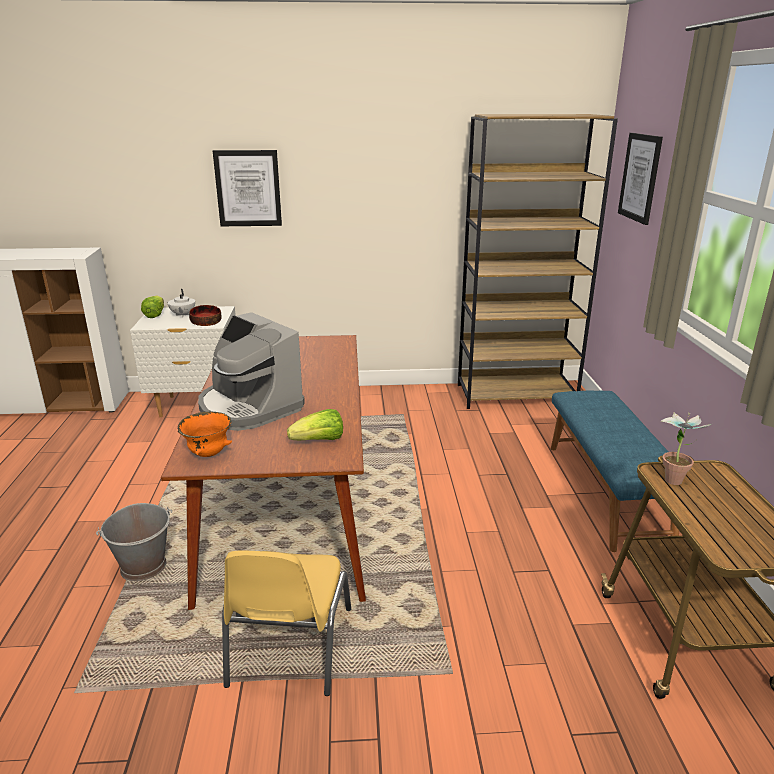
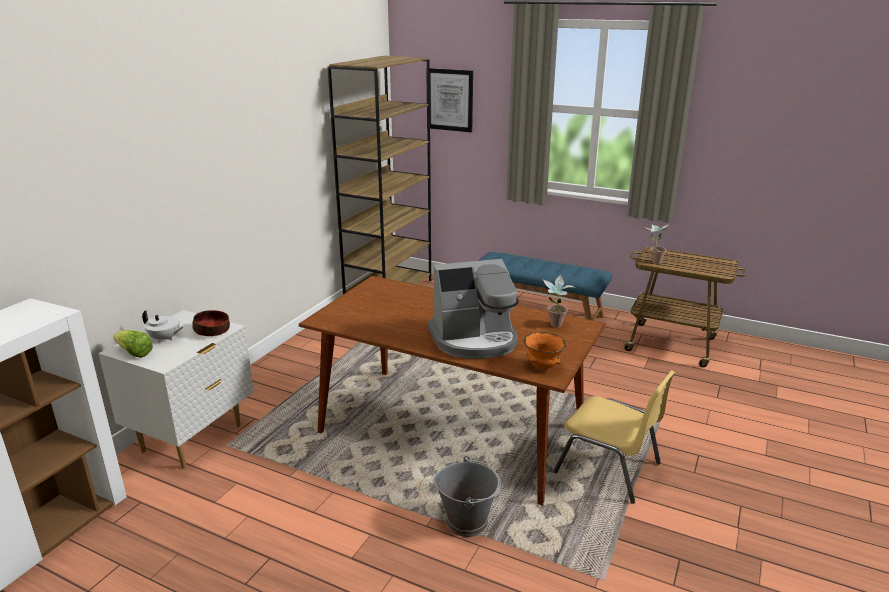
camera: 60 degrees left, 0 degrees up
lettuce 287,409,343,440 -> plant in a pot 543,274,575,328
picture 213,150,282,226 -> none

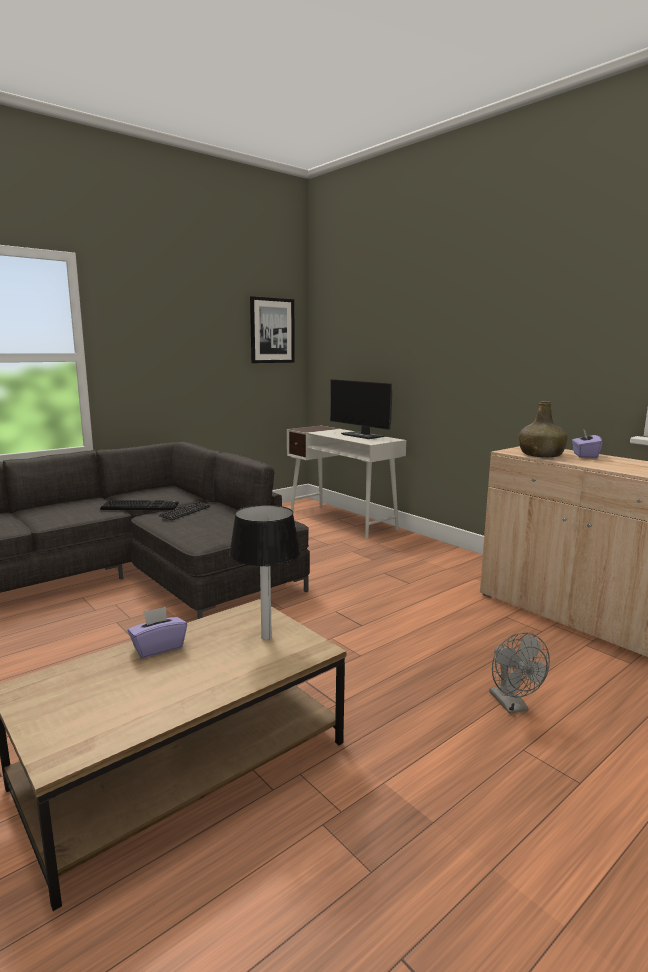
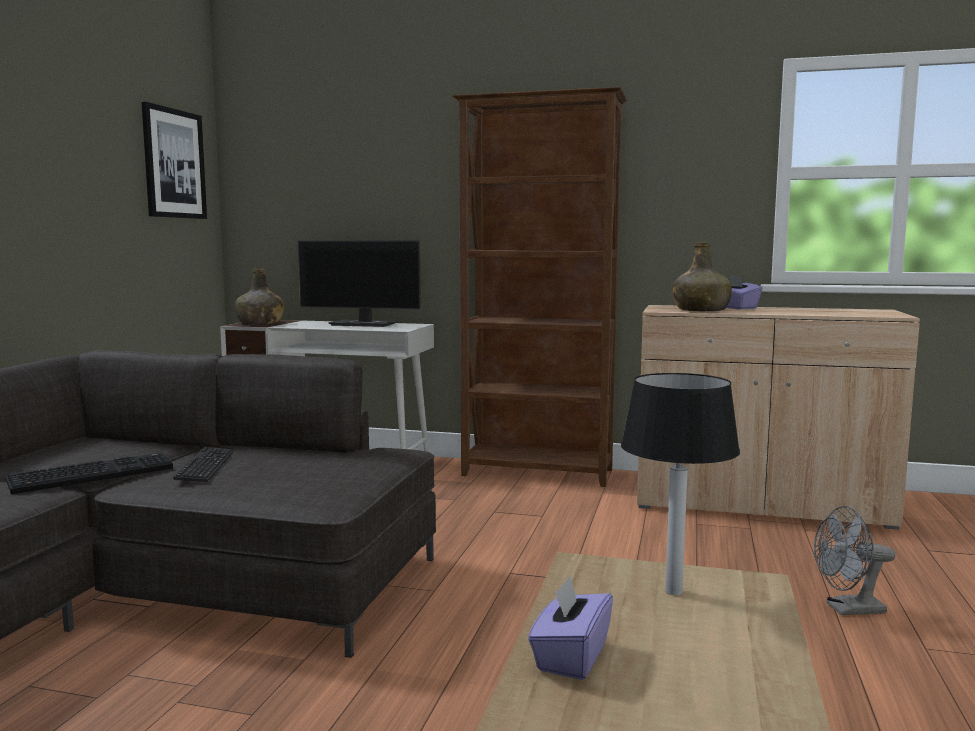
camera: 35 degrees left, 5 degrees down
none -> bottle (green) 235,269,284,325
none -> bookshelf (brown-coloured) 452,87,627,487
cooling fan (gray) 489,632,550,714 -> cooling fan (gray) 814,506,896,615, 135 degrees clockwise

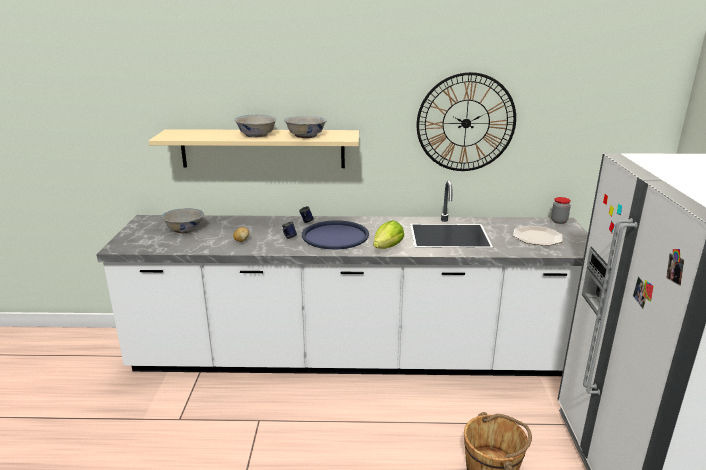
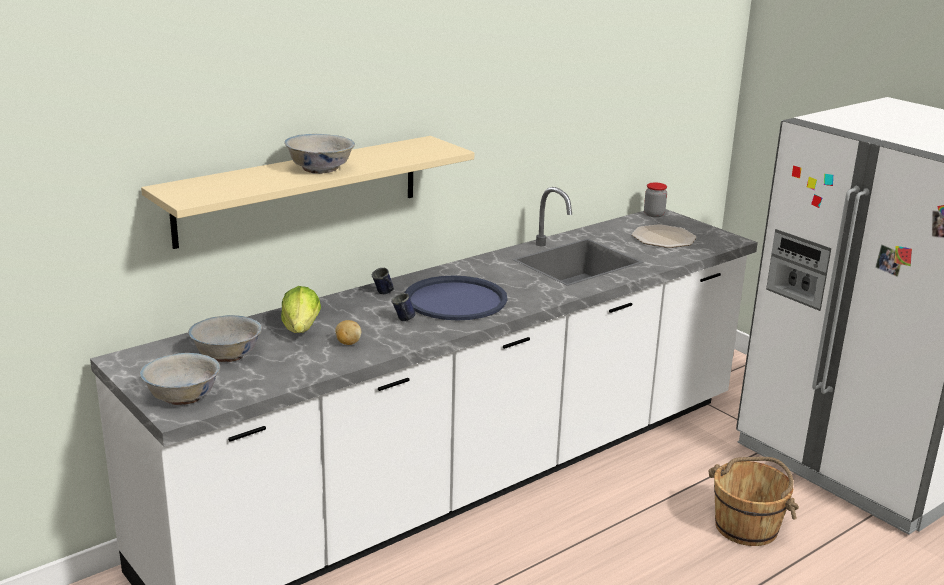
camera: 40 degrees left, 0 degrees up
serving bowl (white) 284,116,327,138 -> serving bowl (white) 140,353,220,405, shifted
lettuce 373,220,404,249 -> lettuce 281,286,321,333, shifted
wall clock 417,72,516,171 -> none

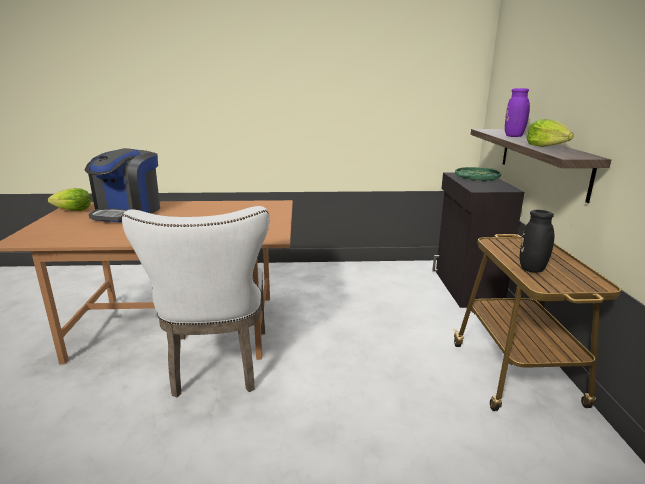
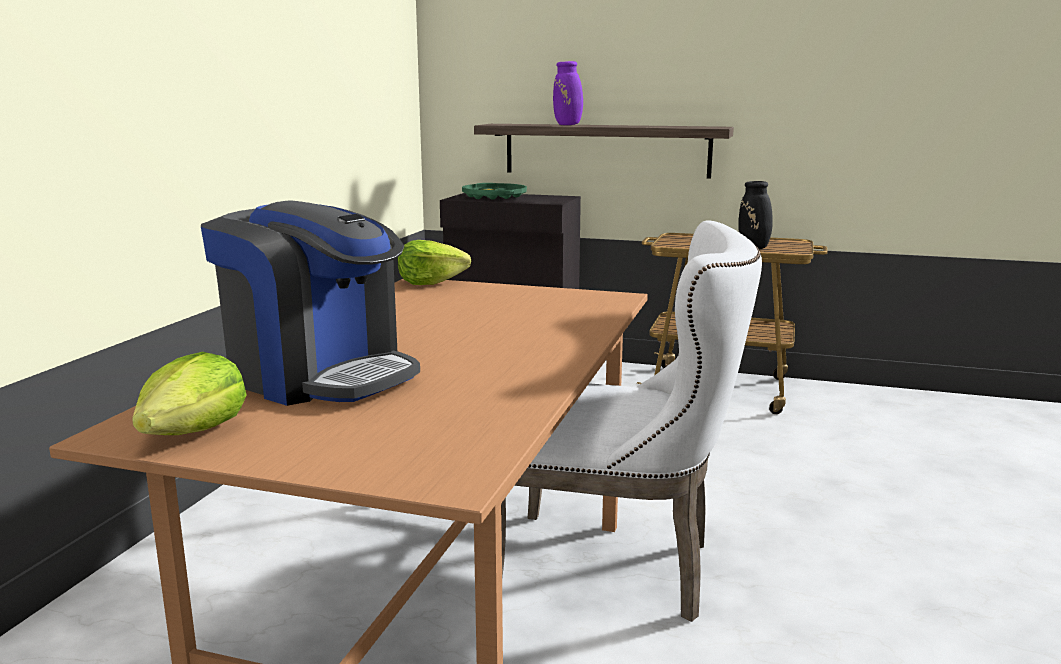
camera: 70 degrees left, 5 degrees down
lettuce 526,119,574,147 -> lettuce 398,240,471,285, shifted

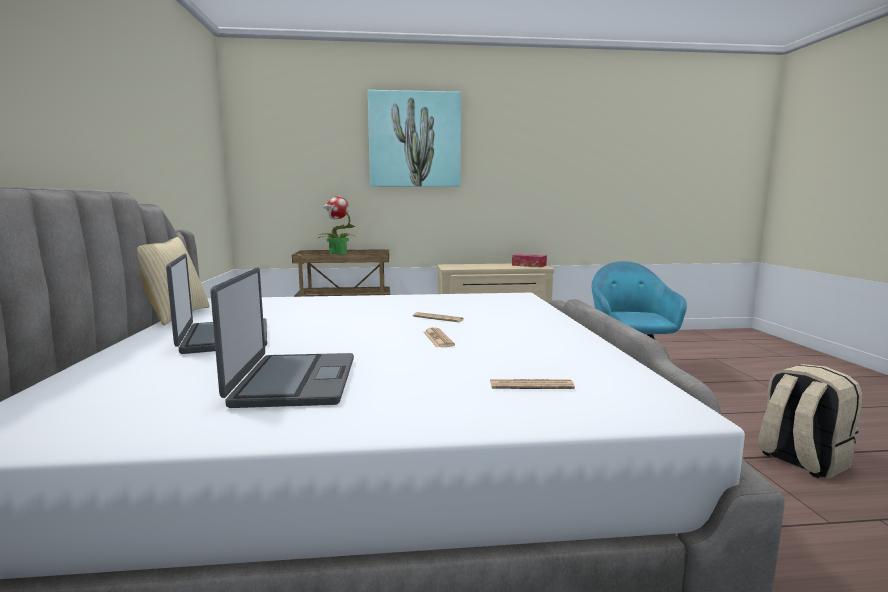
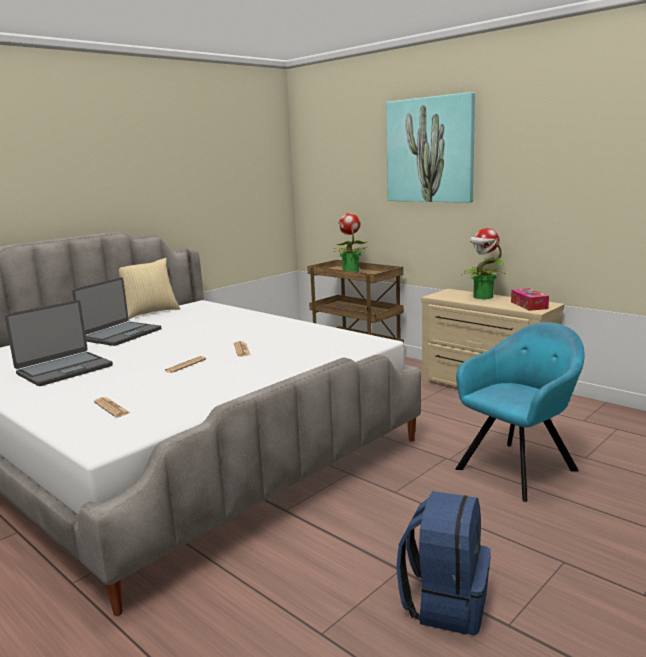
camera: 50 degrees right, 5 degrees up
knapsack (sand-coloured) 758,364,862,479 -> knapsack (blue-coloured) 396,491,491,635
none -> plant in a pot 462,228,506,299

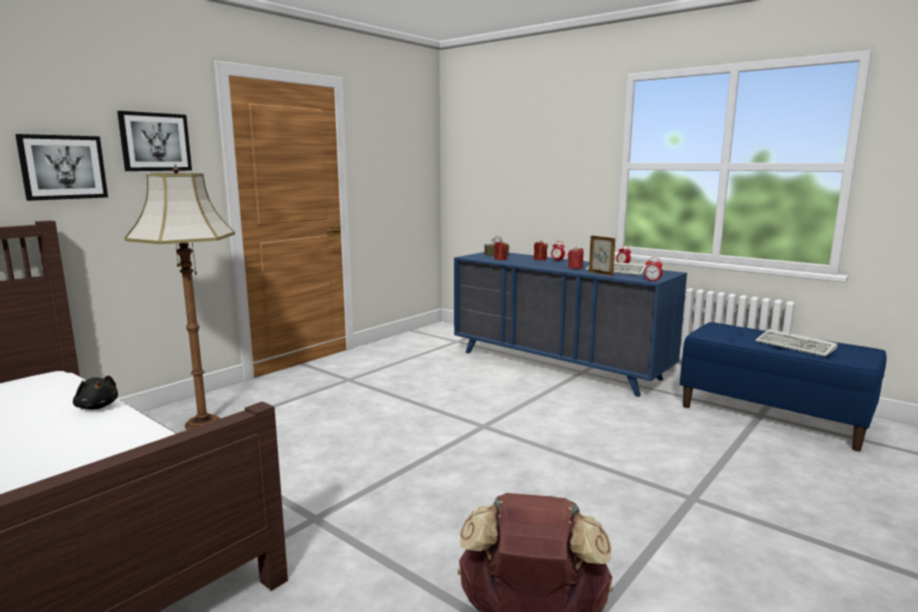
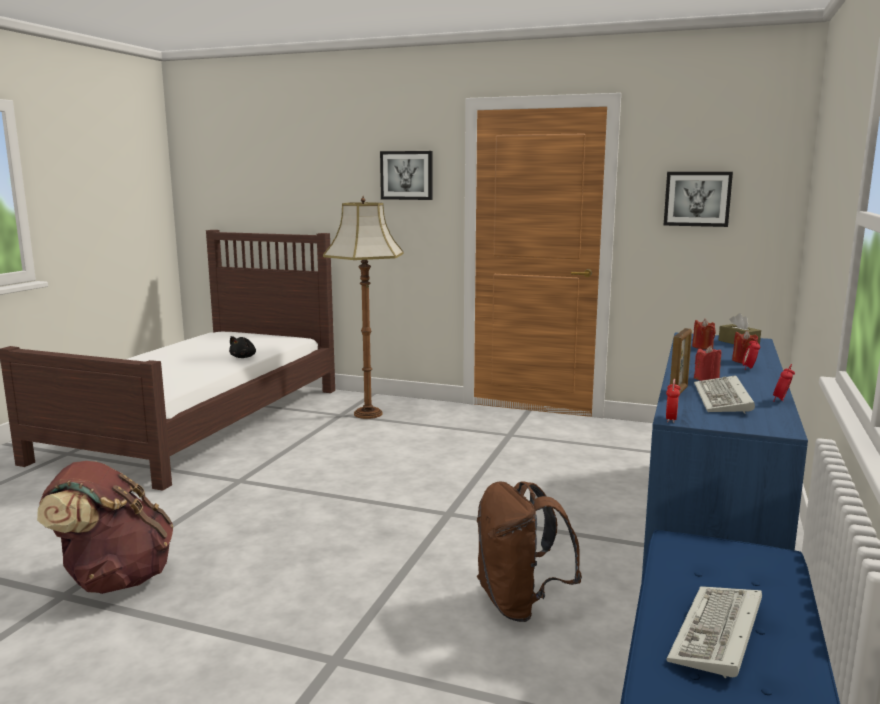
camera: 70 degrees right, 0 degrees up
none -> knapsack (brown-coloured) 477,481,582,622
picture 15,134,108,201 -> picture 663,172,733,227, shifted

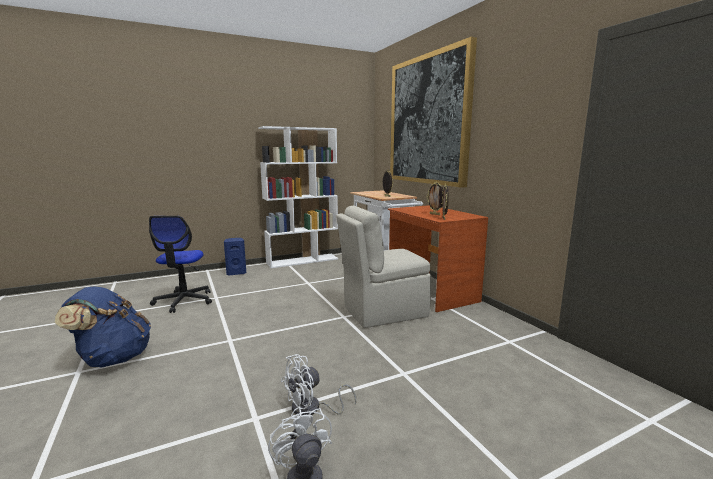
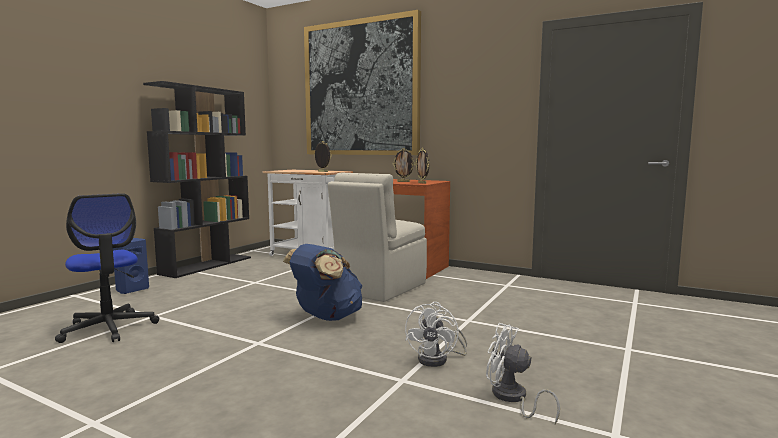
camera: 35 degrees left, 5 degrees down
bookshelf (white) 258,126,338,268 -> bookshelf (blackish) 143,81,251,278
knapsack (blue-coloured) 55,286,151,368 -> knapsack (blue-coloured) 283,244,362,321, shifted

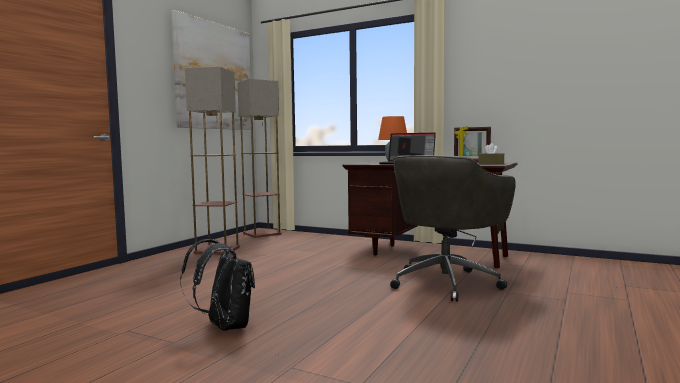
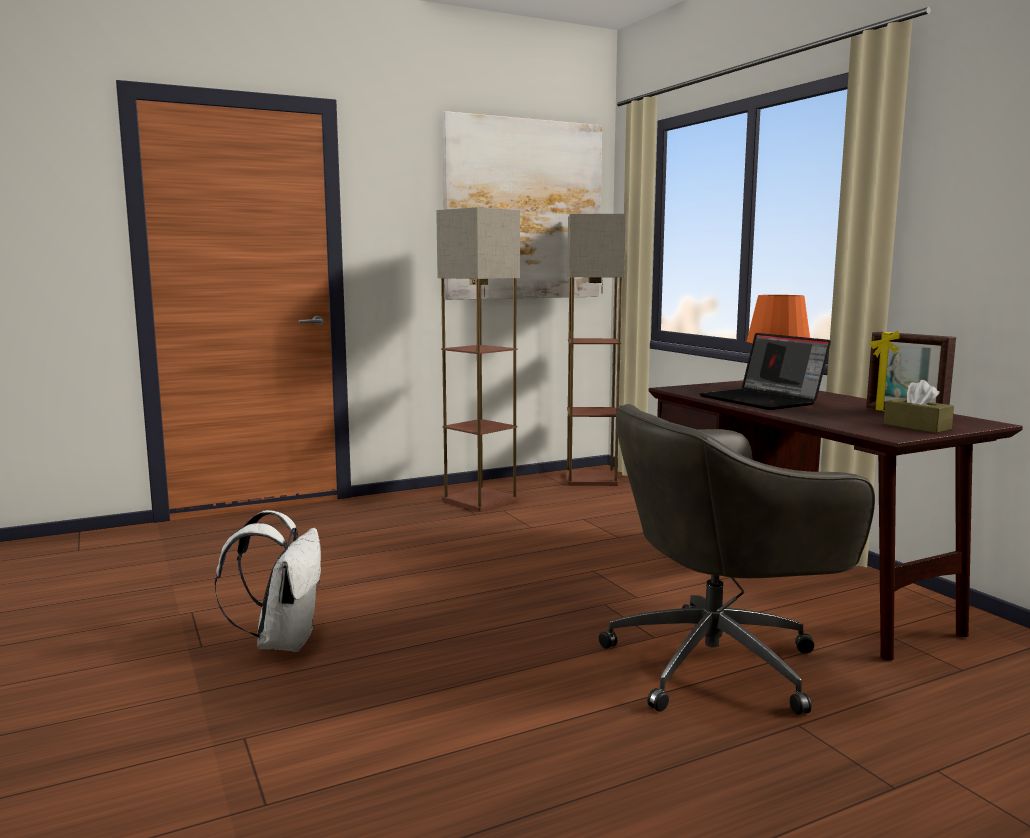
camera: 35 degrees right, 5 degrees up
knapsack (blackish) 180,239,255,331 -> knapsack (white) 215,510,321,652

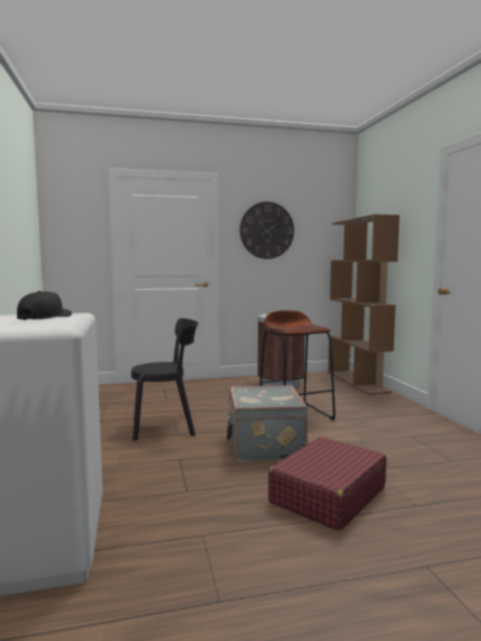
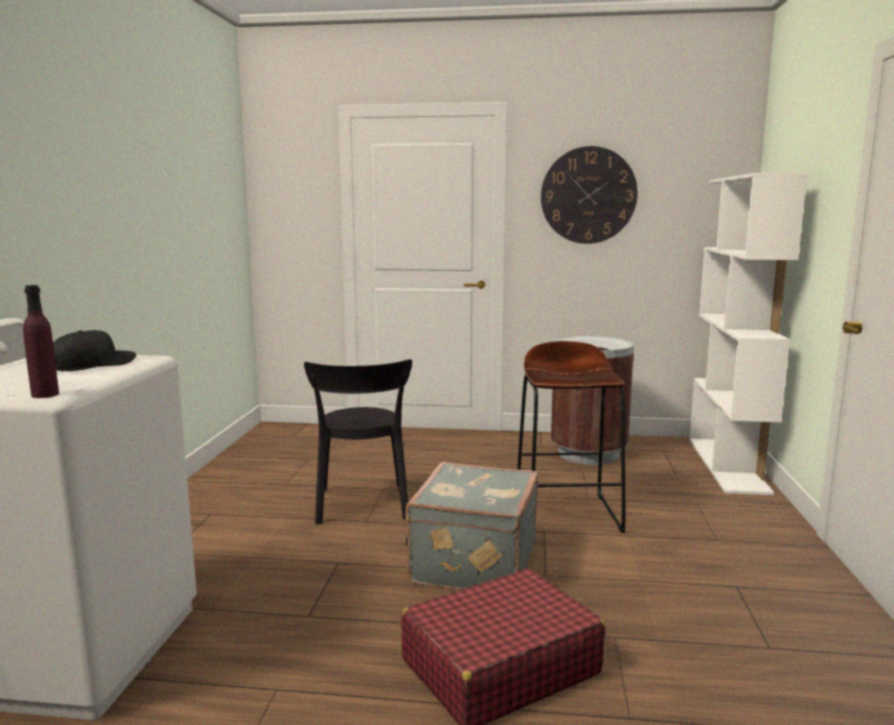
camera: 20 degrees right, 5 degrees up
none -> bottle (purplish) 23,285,59,398
plain chair (blackish) 131,318,198,441 -> plain chair (blackish) 304,359,412,525, 75 degrees clockwise
bookshelf (brown-coloured) 328,214,400,395 -> bookshelf (white) 689,173,807,495

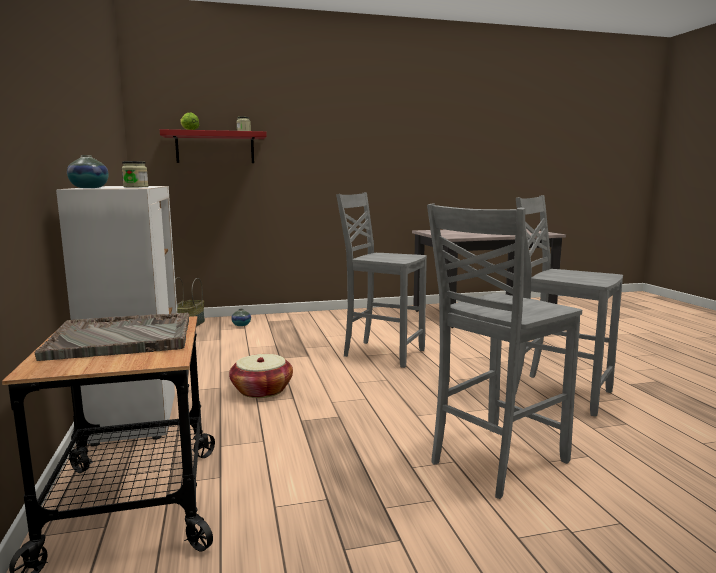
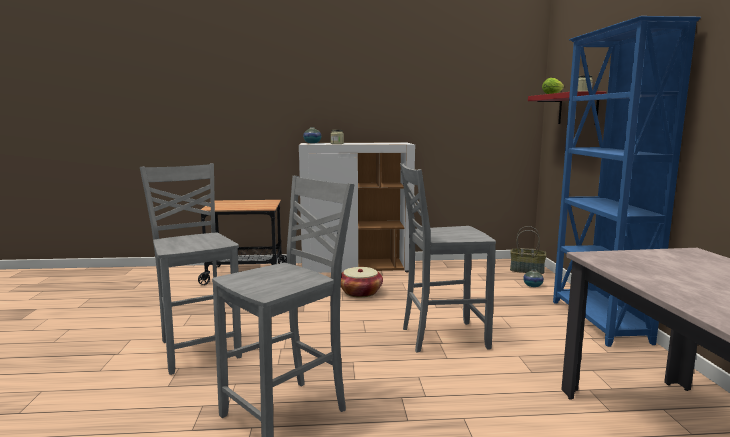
camera: 100 degrees right, 0 degrees up
plain chair (gray) 336,192,427,368 -> plain chair (gray) 400,163,496,352, 135 degrees counterclockwise
none -> bookshelf (blue-coloured) 553,16,701,347
tray (gray) 35,313,190,361 -> none

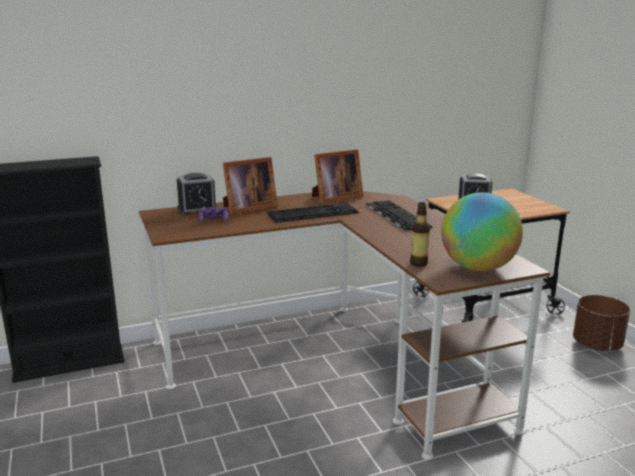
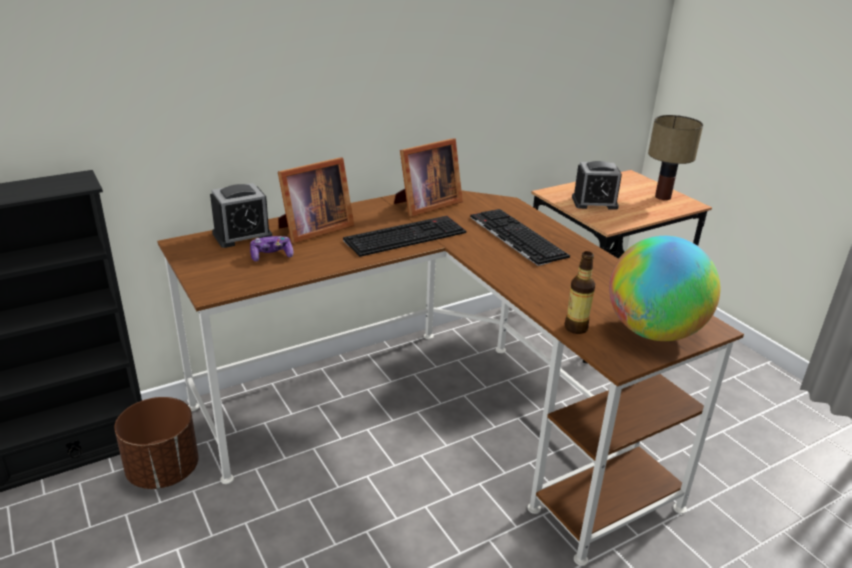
camera: 10 degrees left, 10 degrees up
plant pot (brown-coloured) 573,295,630,351 -> plant pot (brown-coloured) 114,397,199,489, shifted
none -> lamp for a table 648,115,703,200

